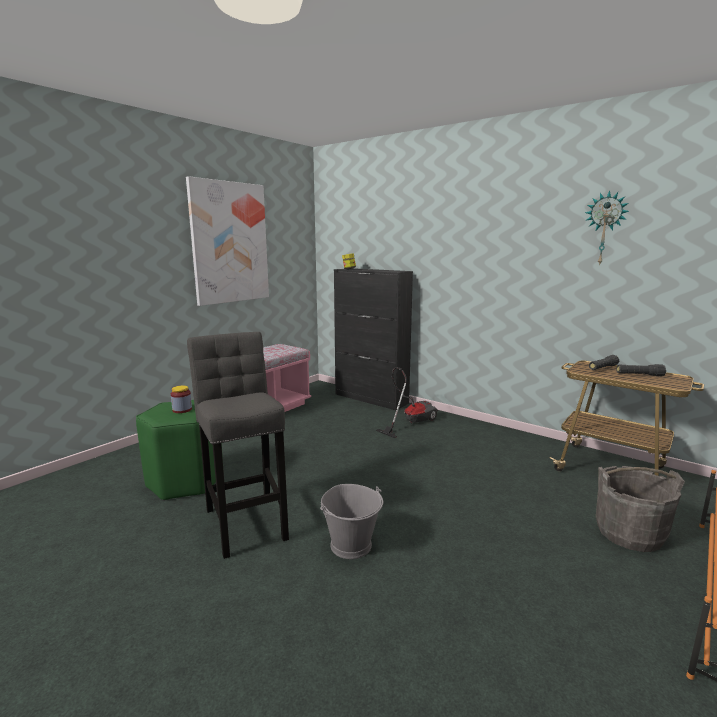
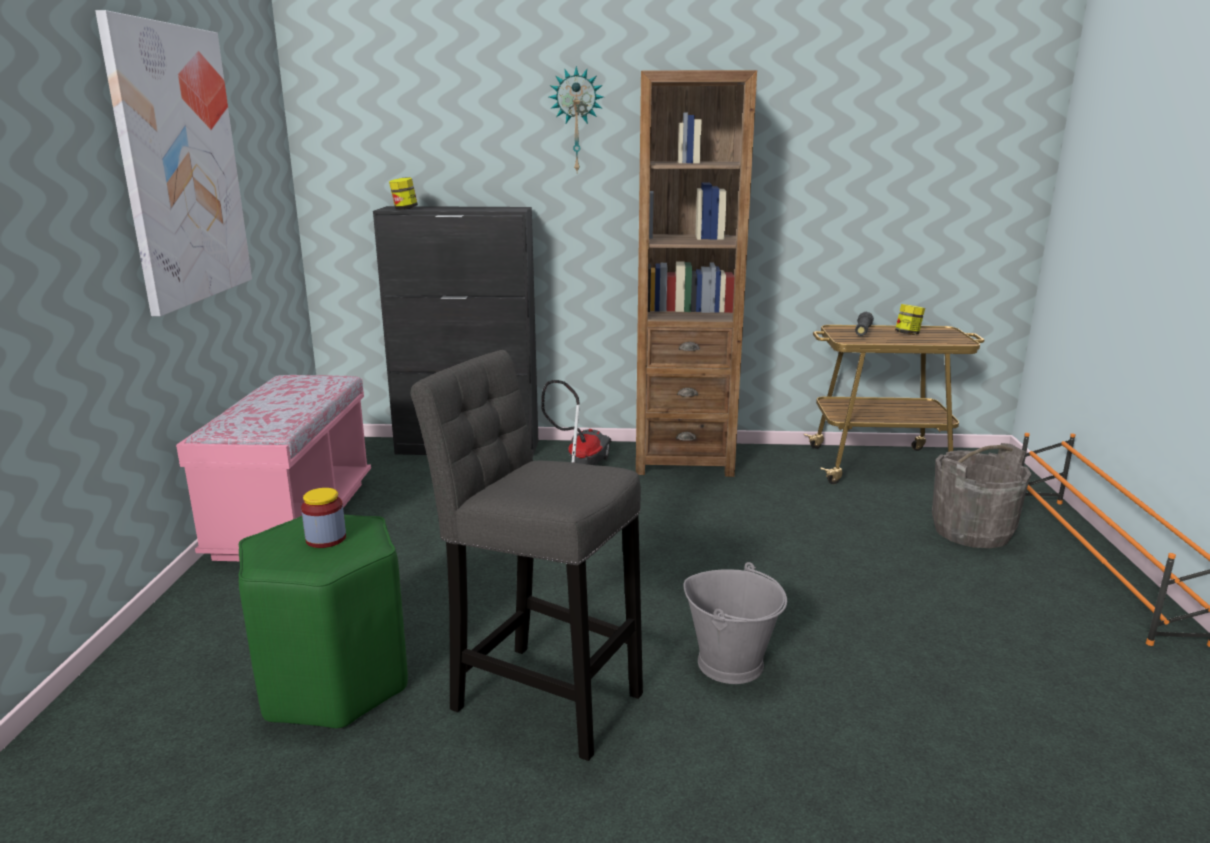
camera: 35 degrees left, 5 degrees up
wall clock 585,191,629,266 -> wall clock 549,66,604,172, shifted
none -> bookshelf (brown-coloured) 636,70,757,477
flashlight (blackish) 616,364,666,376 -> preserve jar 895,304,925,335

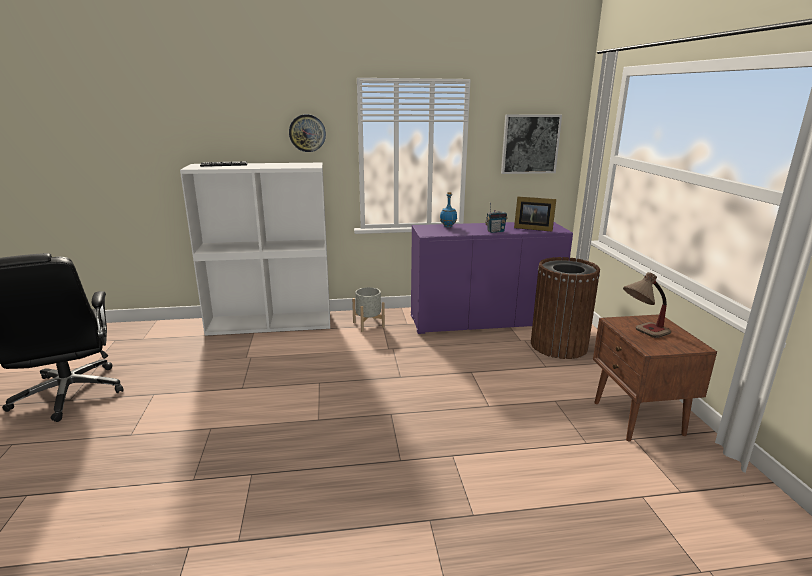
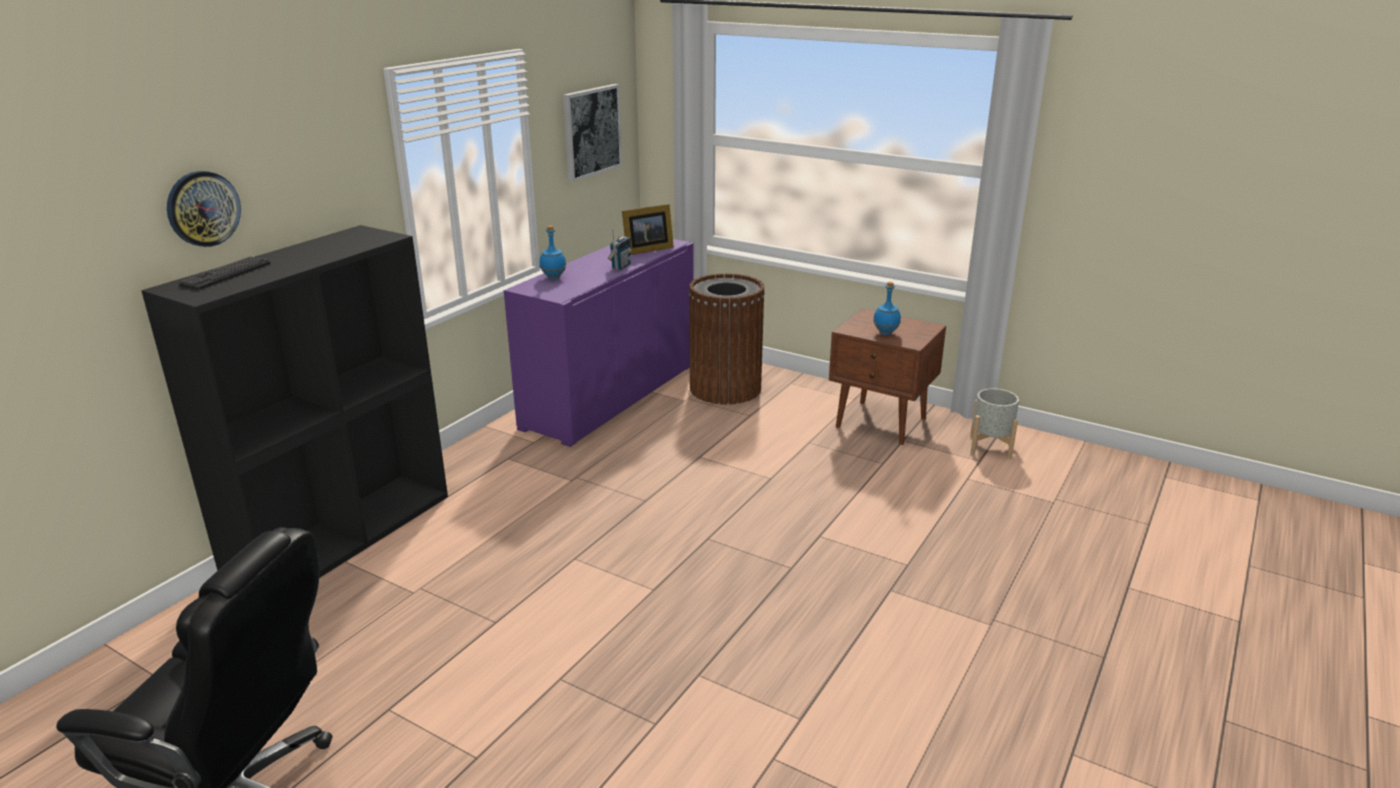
camera: 50 degrees left, 5 degrees up
bookshelf (white) 180,163,330,336 -> bookshelf (blackish) 141,225,448,578
wall clock 289,114,326,152 -> wall clock 167,171,241,247, shifted
lamp for a table 623,272,671,338 -> bottle (blue-coloured) 873,282,901,335
plant pot (gray) 352,287,385,332 -> plant pot (gray) 970,388,1019,459, shifted

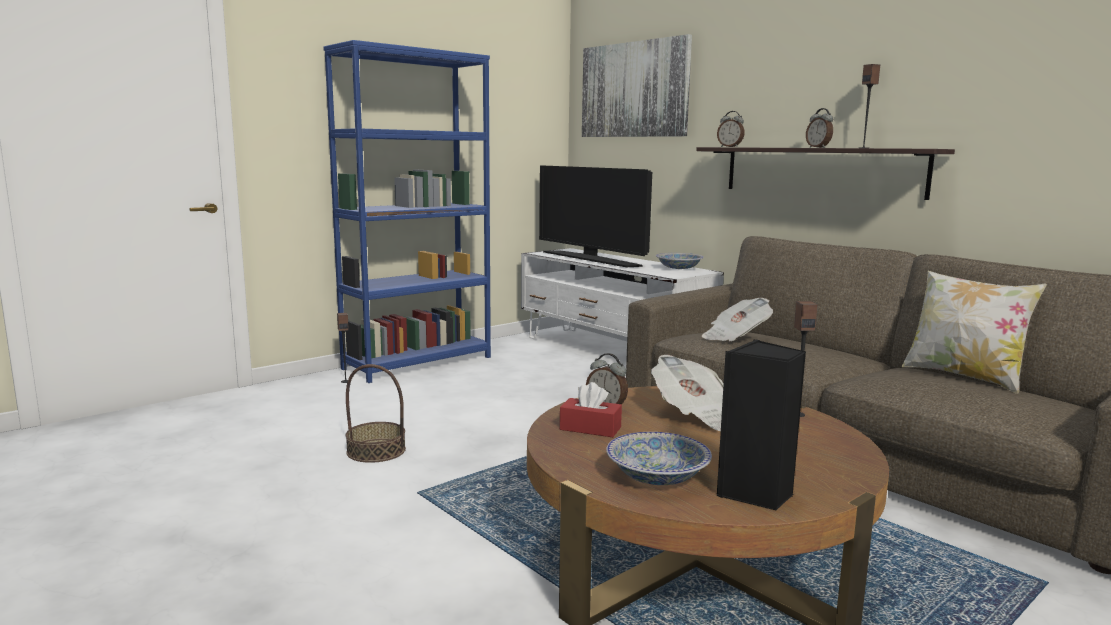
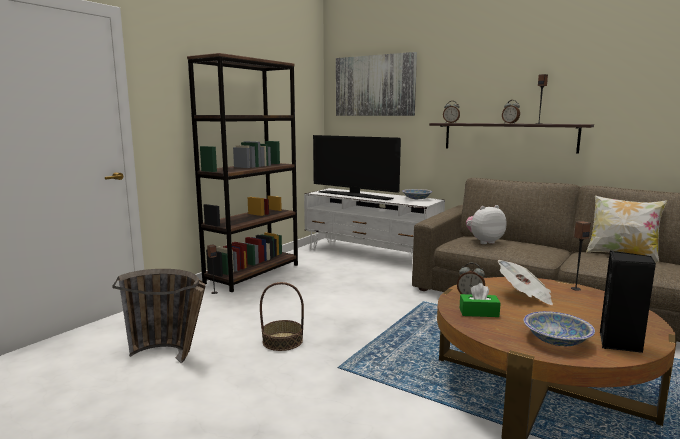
camera: 15 degrees left, 0 degrees up
none -> household basket 112,269,205,363
bookshelf (blue-coloured) 323,40,491,383 -> bookshelf (brown-coloured) 187,53,298,292
tissue holder (red) 560,382,622,437 -> tissue holder (green) 460,283,501,317
newspaper 702,298,773,341 -> soft toy 466,205,506,244

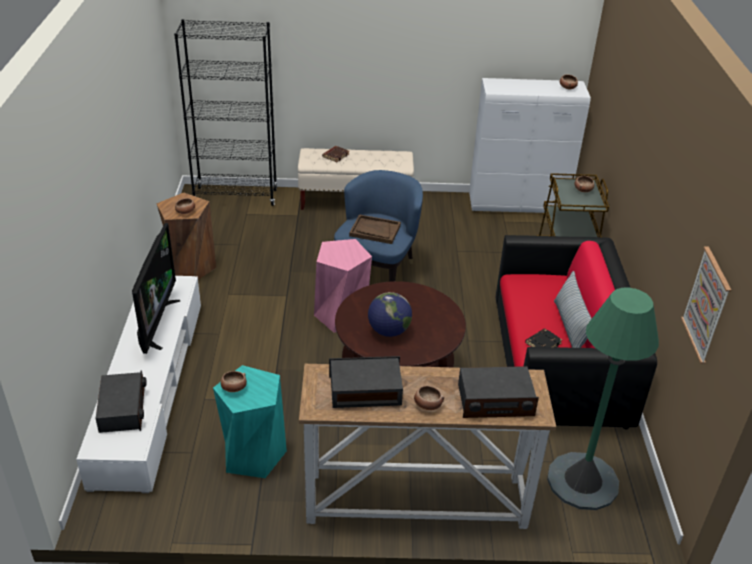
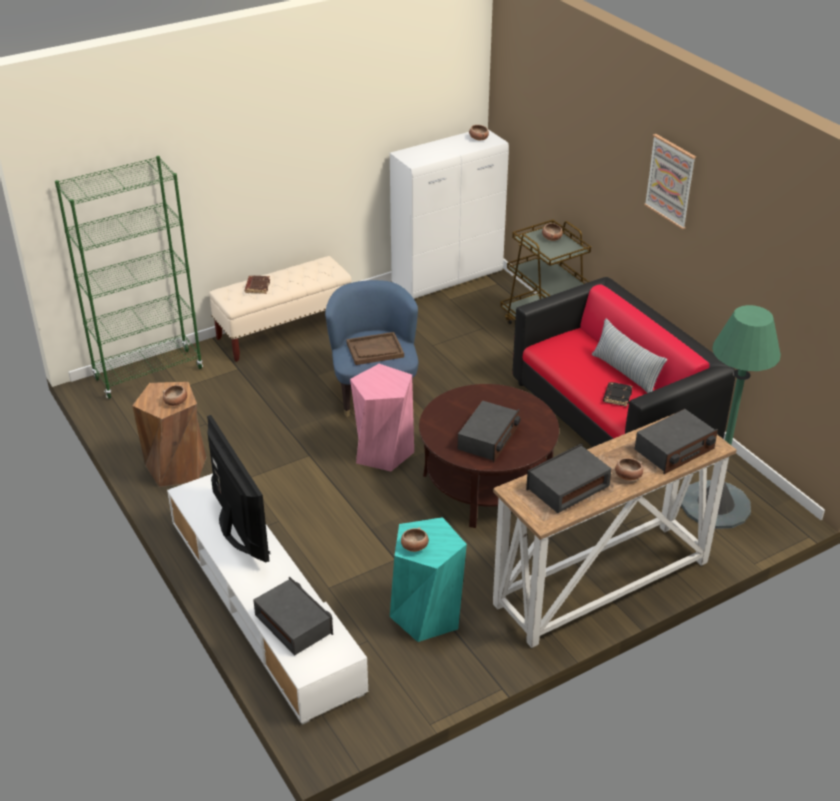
camera: 30 degrees left, 0 degrees up
bookshelf (blackish) 174,19,277,206 -> bookshelf (green) 55,156,203,399
desk globe 368,292,412,337 -> radio receiver 458,401,520,462
picture 681,246,732,364 -> picture 644,134,696,229, shifted

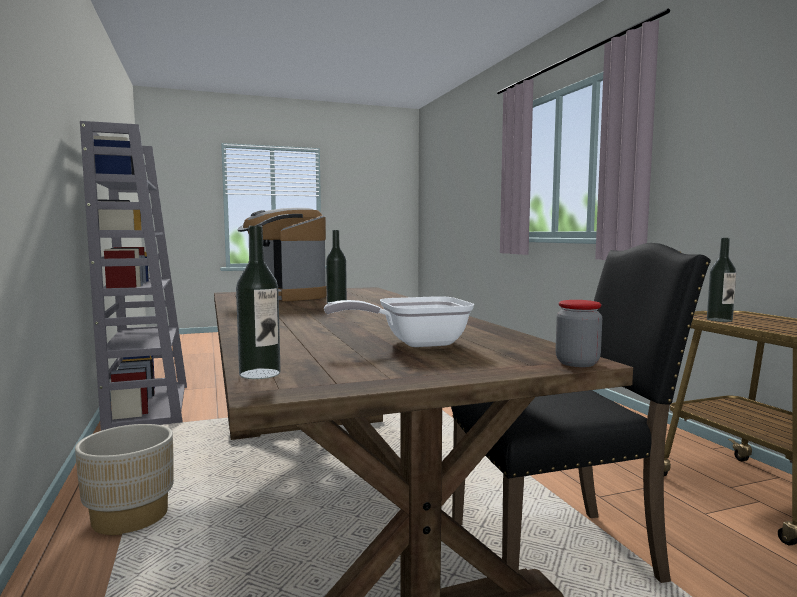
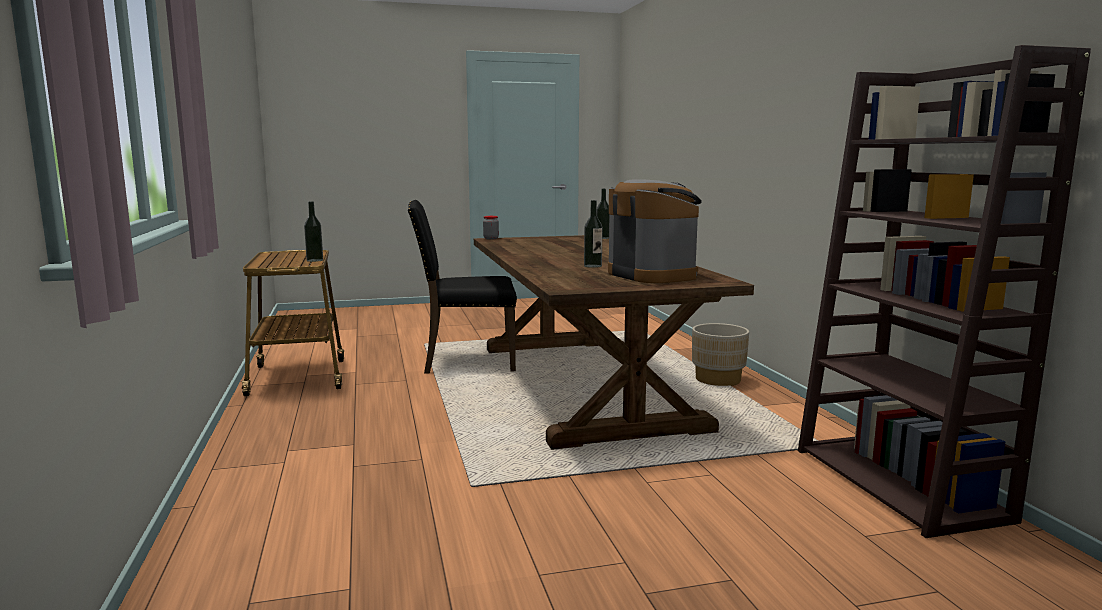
camera: 175 degrees left, 5 degrees up
bookshelf (gray) 80,121,187,431 -> bookshelf (brown-coloured) 798,45,1091,538
frying pan 324,296,474,347 -> none

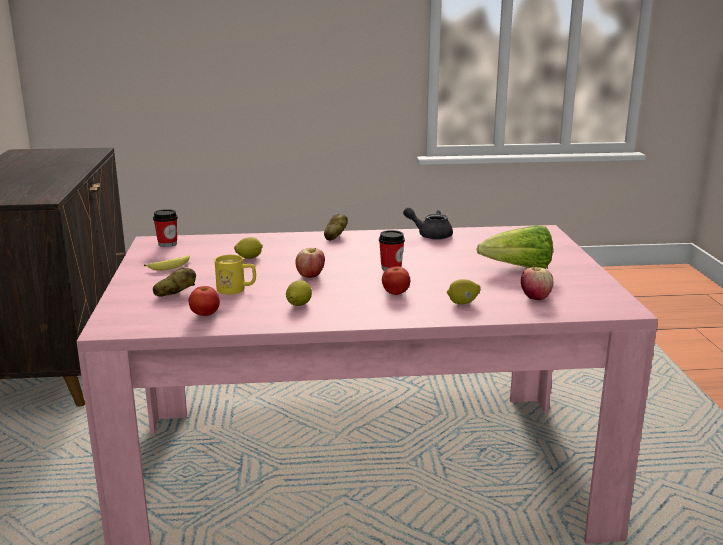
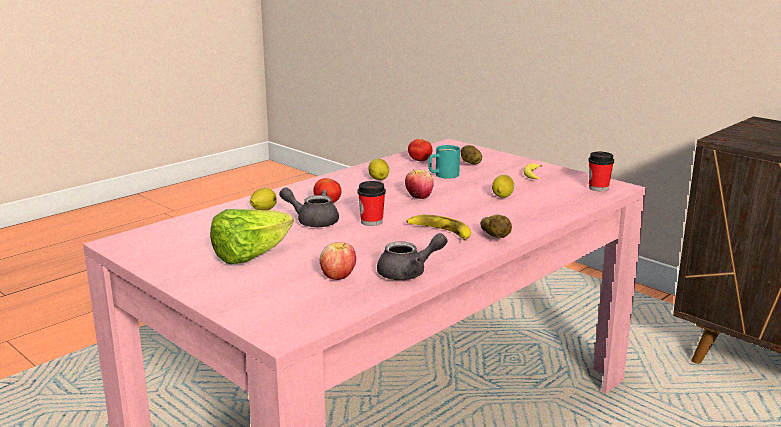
camera: 140 degrees right, 0 degrees up
none -> tea pot (gray) 279,187,339,227
apple 521,265,553,300 -> apple 320,242,356,280, shifted
none -> whole banana 406,215,471,241
coffee mug (yellowish) 215,255,256,295 -> coffee mug (turquoise) 428,145,460,179

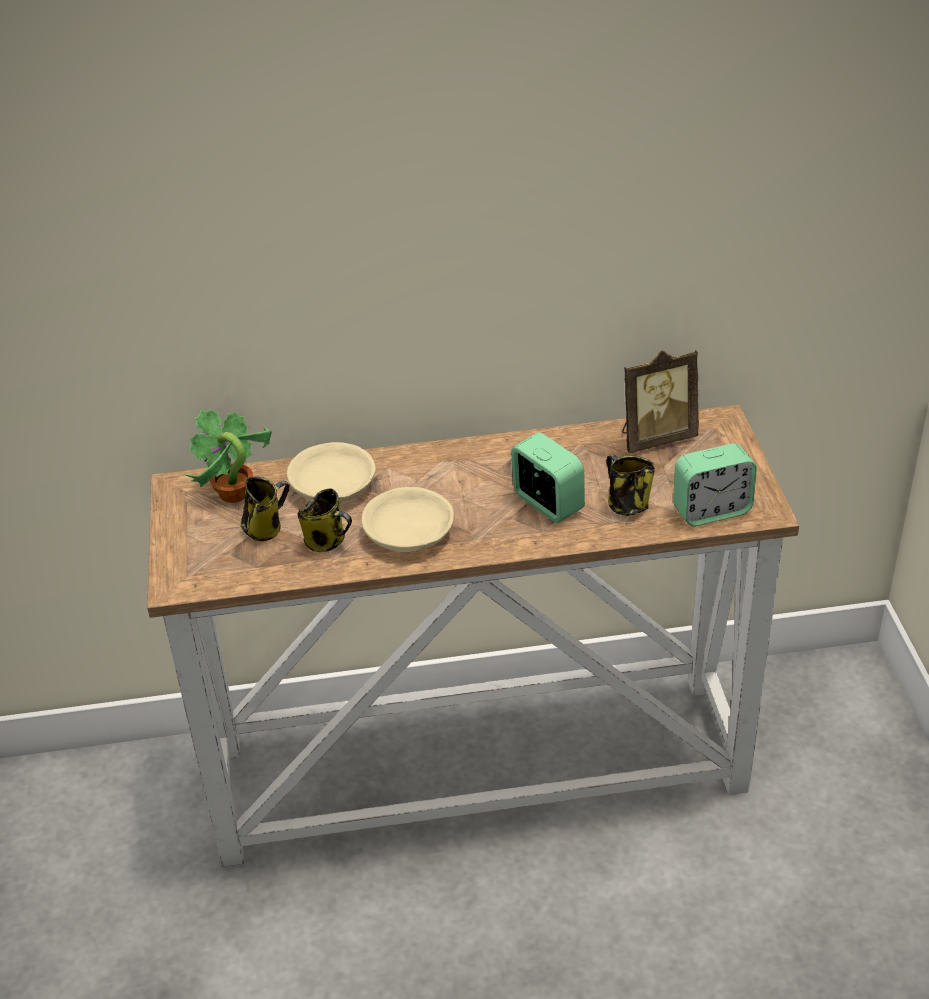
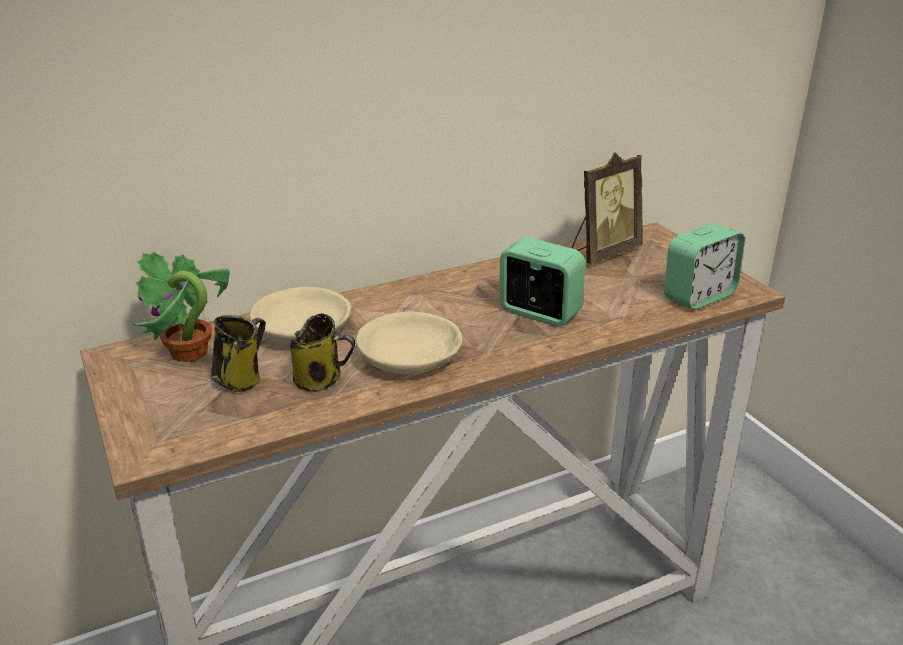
camera: 20 degrees left, 10 degrees down
coffee mug 607,454,655,516 -> none

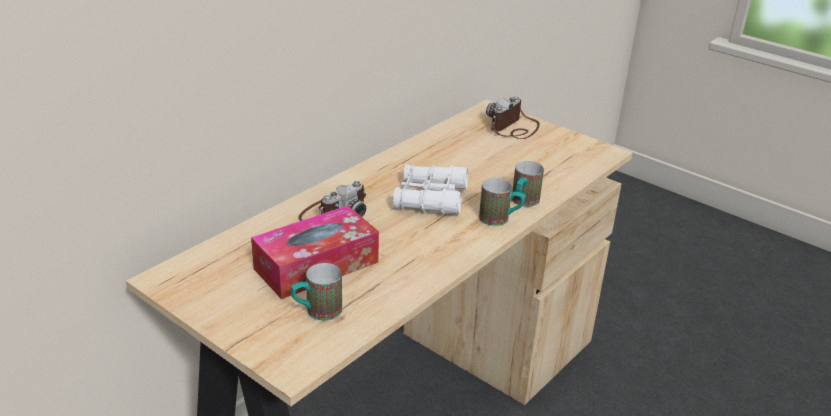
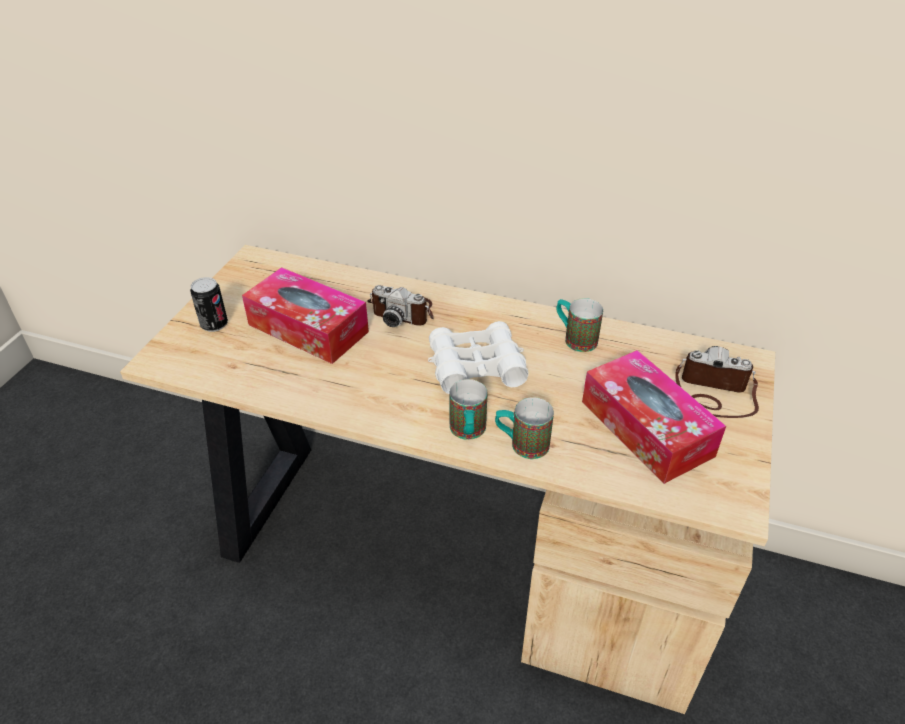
camera: 70 degrees right, 10 degrees up
none -> sealed can 190,277,228,332
coffee mug 291,263,342,321 -> coffee mug 556,298,603,352, shifted
none -> tissue holder 582,350,726,484

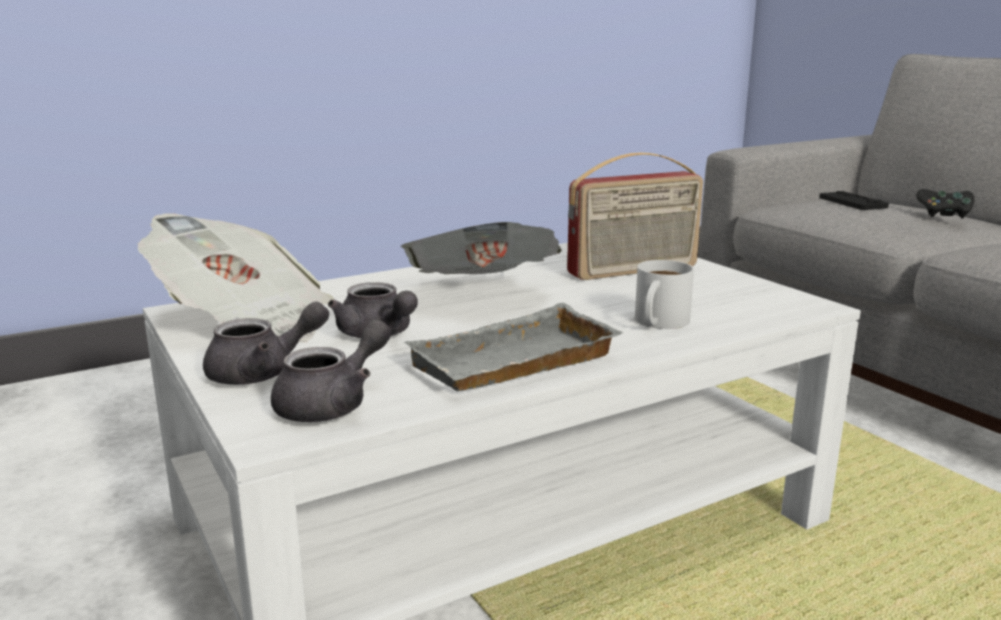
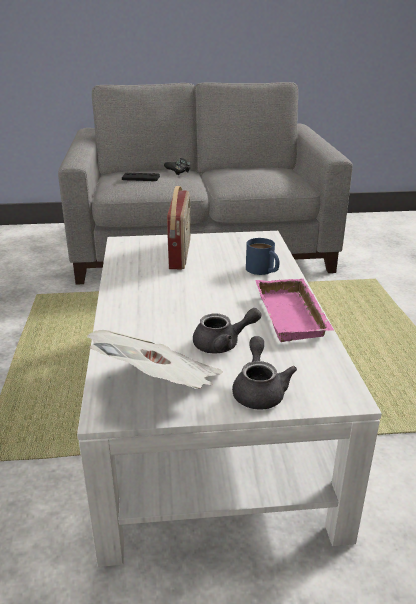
camera: 65 degrees left, 10 degrees up
coffee mug (white) 635,260,694,329 -> coffee mug (blue-coloured) 246,238,279,275
tray (gray) 403,303,624,392 -> tray (pink) 255,279,334,342
tea pot (gray) 271,320,391,422 -> none
newspaper 401,222,562,274 -> none

